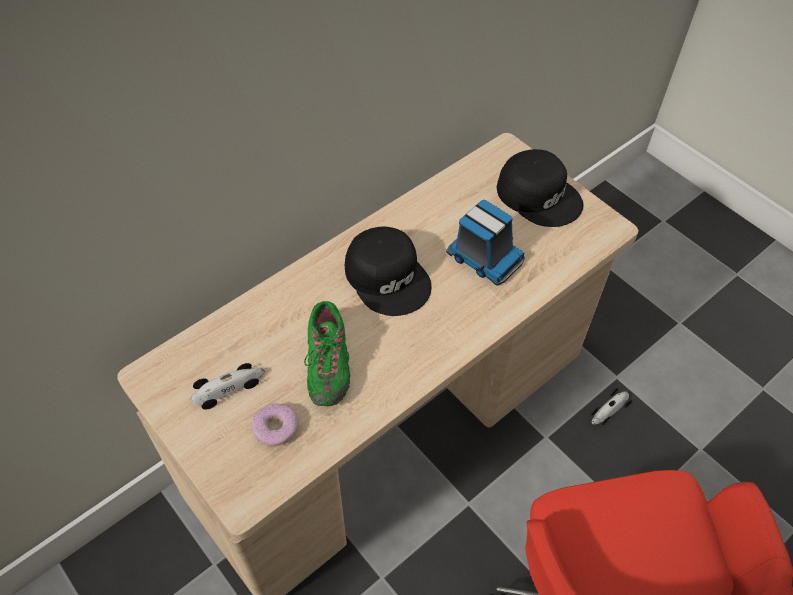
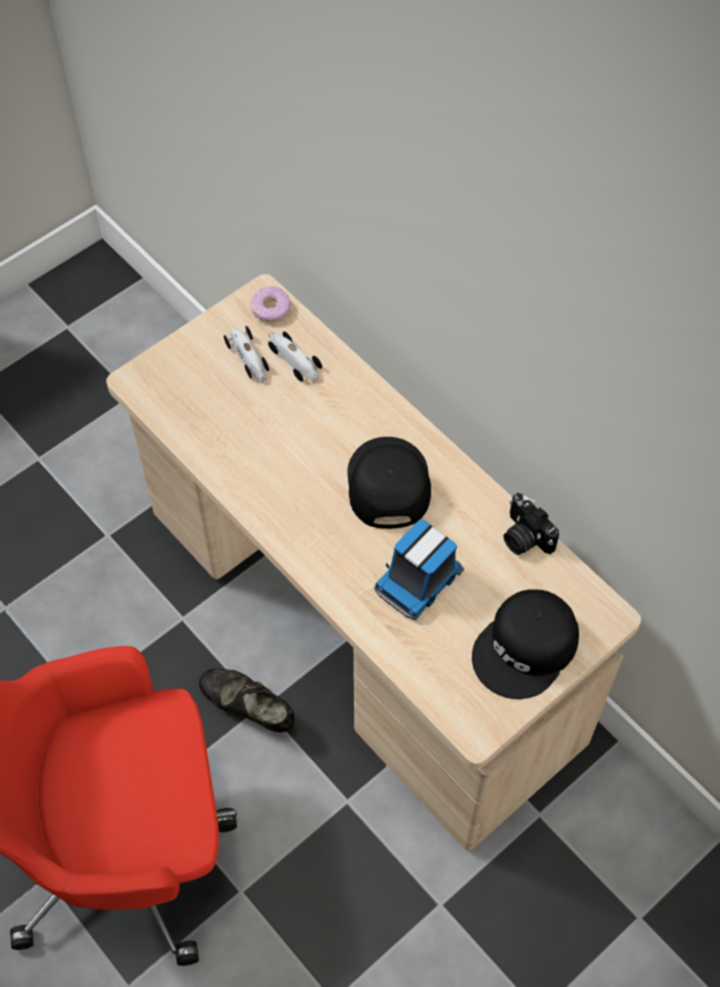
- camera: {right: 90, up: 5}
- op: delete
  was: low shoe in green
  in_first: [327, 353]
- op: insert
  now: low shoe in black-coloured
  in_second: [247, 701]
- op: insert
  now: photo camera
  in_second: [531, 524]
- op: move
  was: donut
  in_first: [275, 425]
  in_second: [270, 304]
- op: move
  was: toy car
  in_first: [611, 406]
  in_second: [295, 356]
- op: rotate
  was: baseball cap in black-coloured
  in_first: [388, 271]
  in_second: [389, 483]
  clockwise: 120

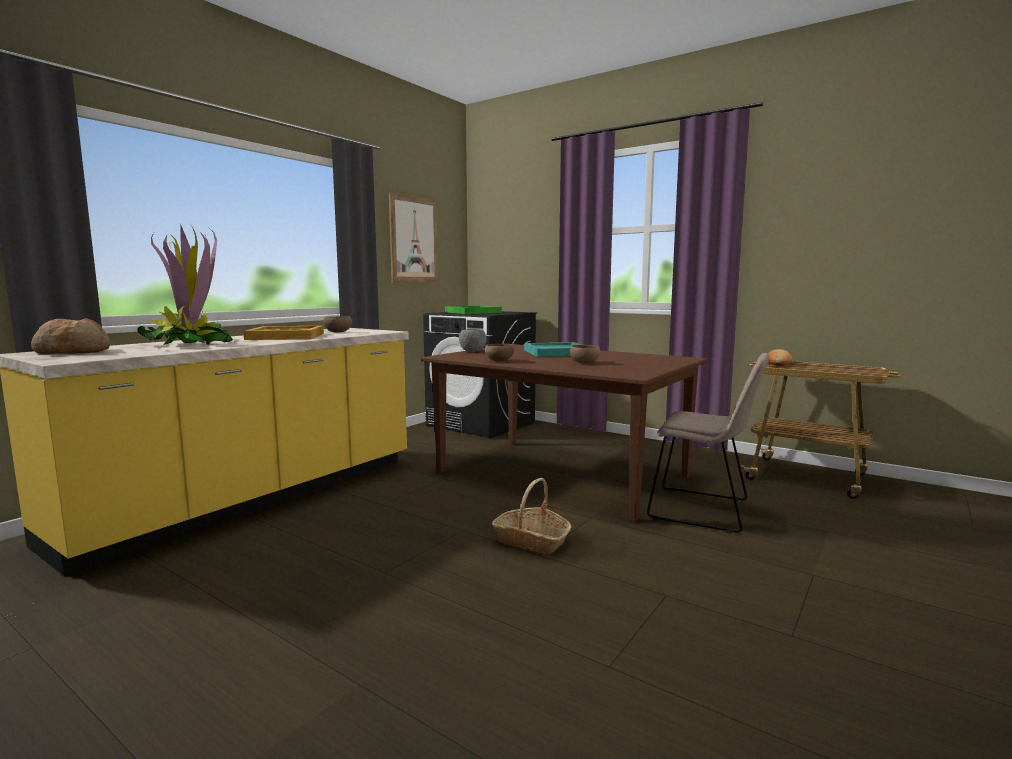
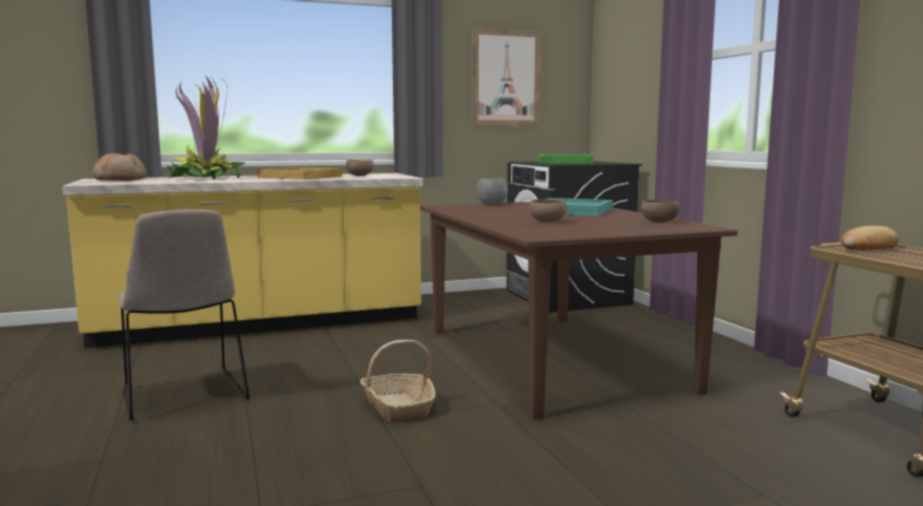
- camera: {right: 35, up: 0}
- op: move
  was: deep dish in brown
  in_first: [499, 352]
  in_second: [660, 211]
- op: move
  was: upright chair in beige-coloured
  in_first: [708, 443]
  in_second: [184, 315]

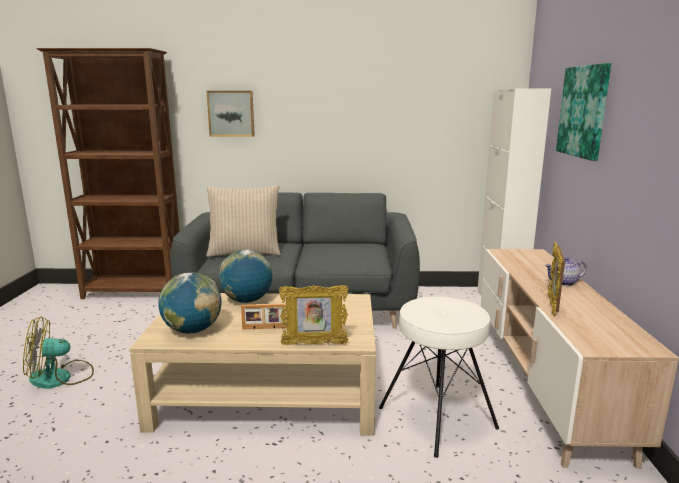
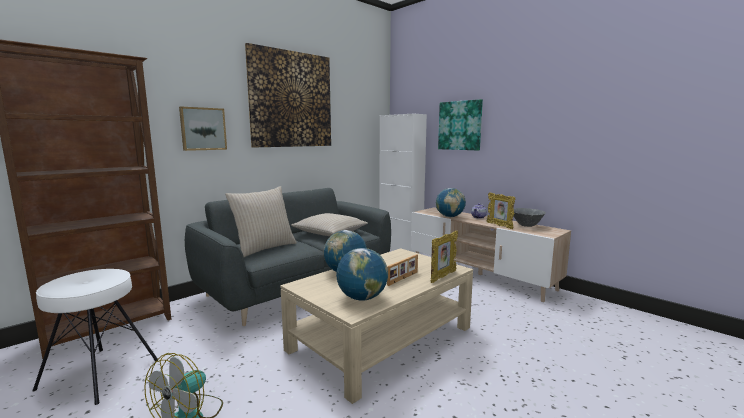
- camera: {right: -45, up: -5}
- op: insert
  now: picture
  in_second: [288, 95]
- op: insert
  now: pillow in beige-coloured
  in_second: [329, 224]
- op: insert
  now: globe
  in_second: [451, 202]
- op: insert
  now: deep dish in greyish
  in_second: [530, 217]
- op: move
  was: stool seat in whitish
  in_first: [439, 377]
  in_second: [95, 337]

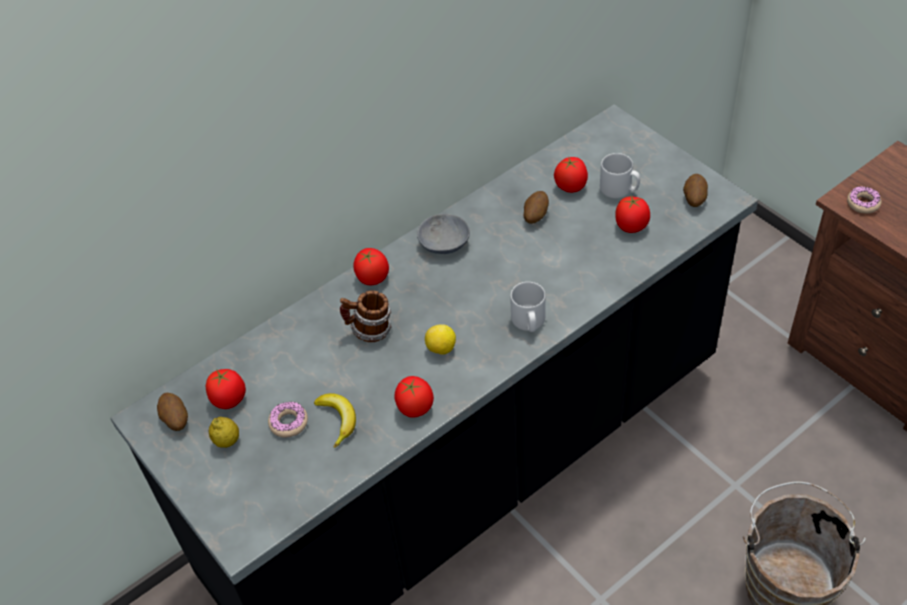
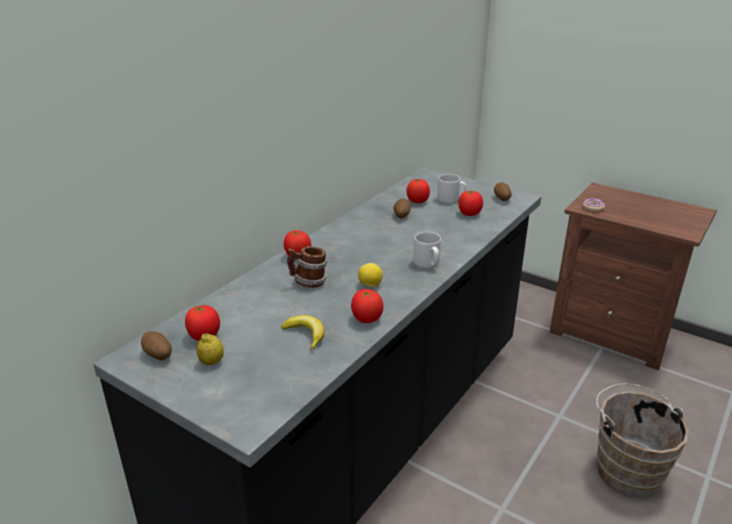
- camera: {right: -20, up: -20}
- op: delete
  was: donut
  in_first: [288, 420]
- op: delete
  was: deep dish in greyish
  in_first: [443, 234]

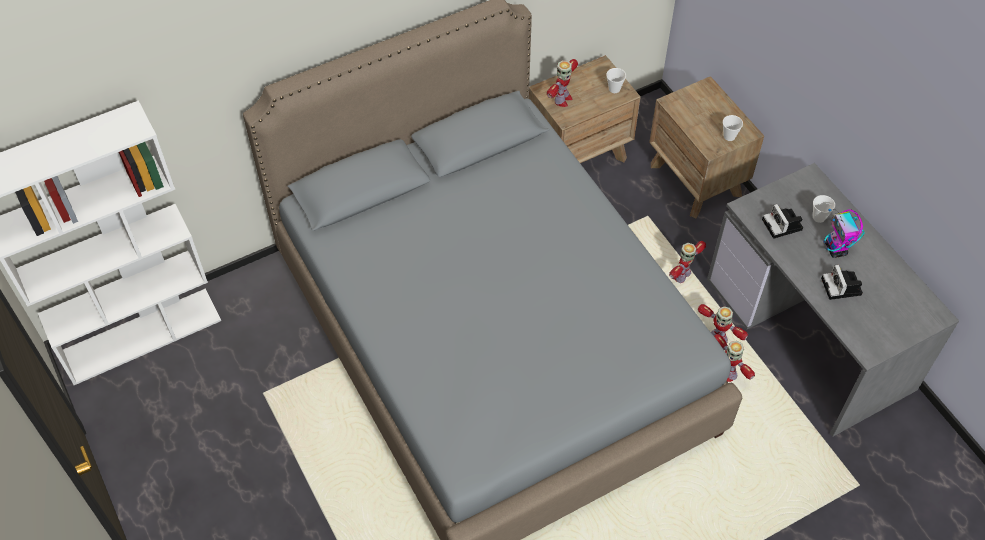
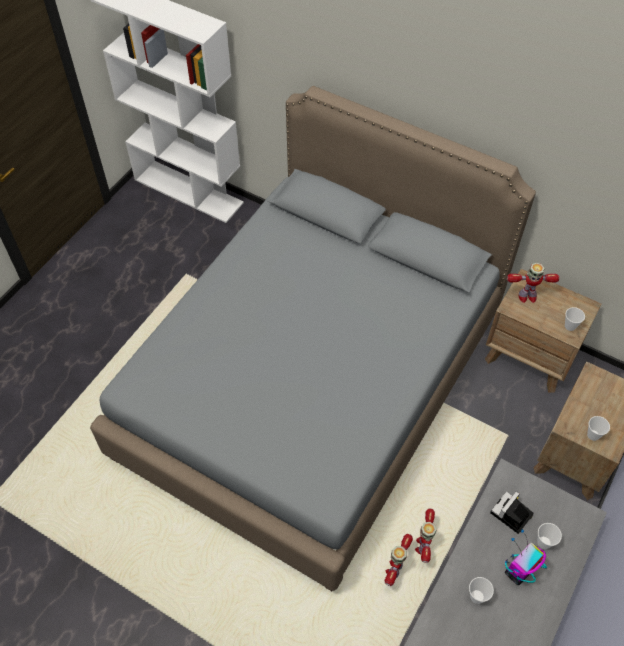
- camera: {right: 60, up: 0}
- op: delete
  was: model robot
  in_first: [687, 262]
- op: replace
  was: photo camera
  now: small cup
  in_first: [842, 282]
  in_second: [481, 590]

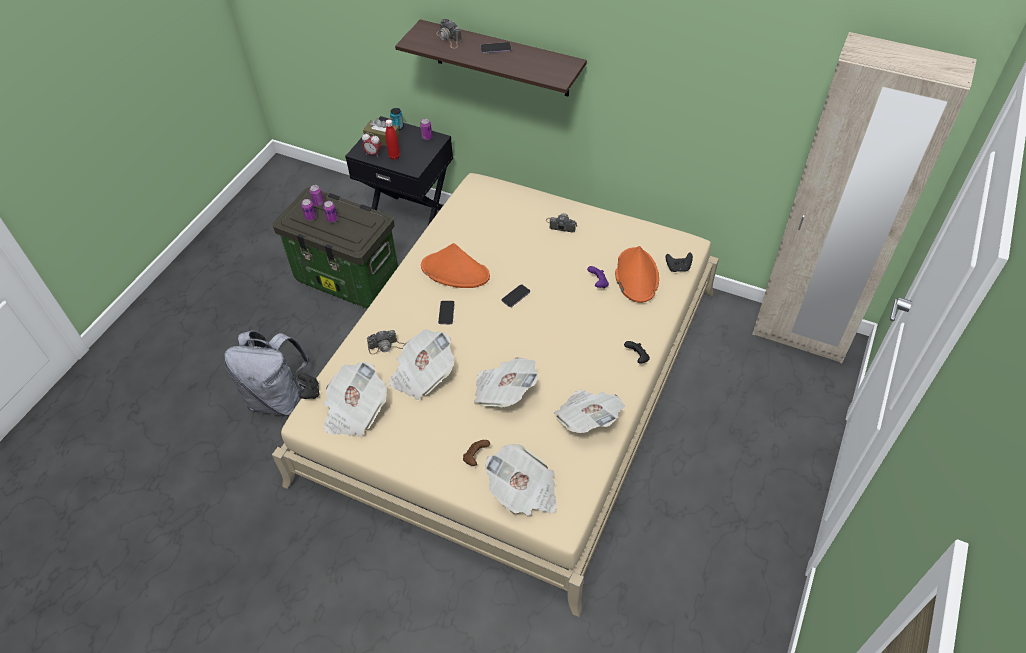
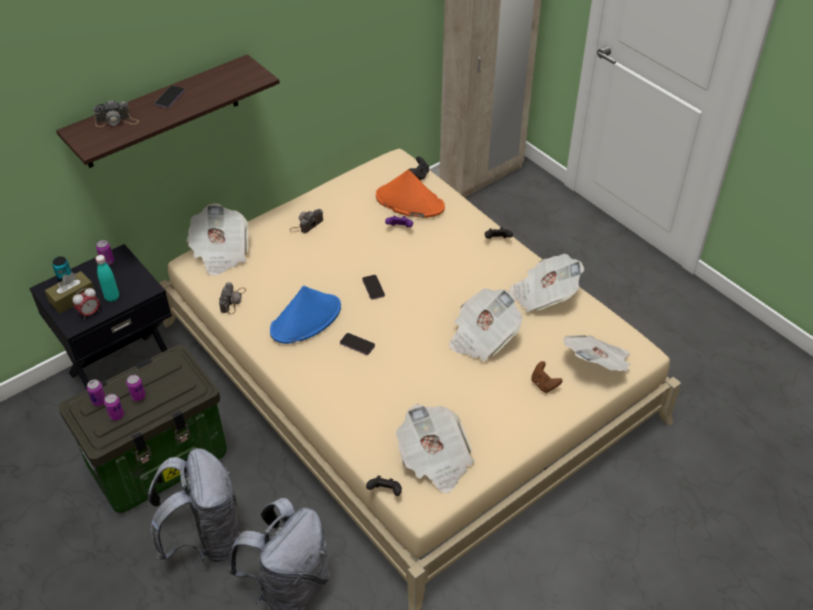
- camera: {right: -65, up: -5}
- op: insert
  now: rucksack in greyish
  in_second: [194, 505]
- op: move
  was: photo camera
  in_first: [385, 342]
  in_second: [232, 298]
- op: move
  was: newspaper
  in_first: [421, 364]
  in_second: [218, 239]
- op: recolor
  was: beverage bottle in red
  now: beverage bottle in turquoise
  in_first: [392, 139]
  in_second: [107, 278]
- op: recolor
  was: hat in orangey
  now: hat in bluish
  in_first: [455, 265]
  in_second: [305, 315]

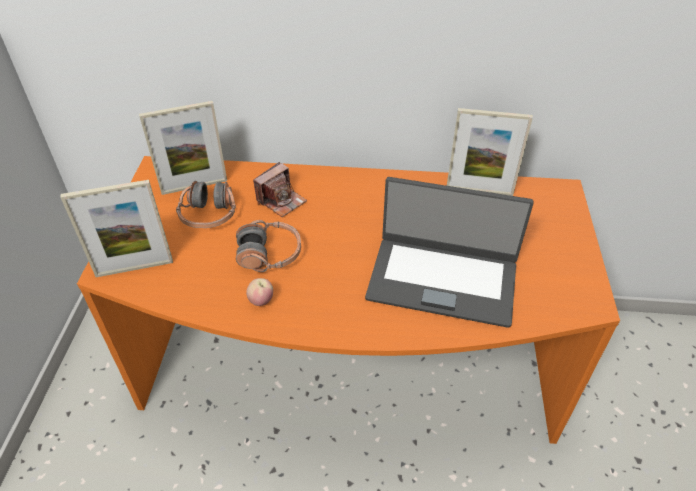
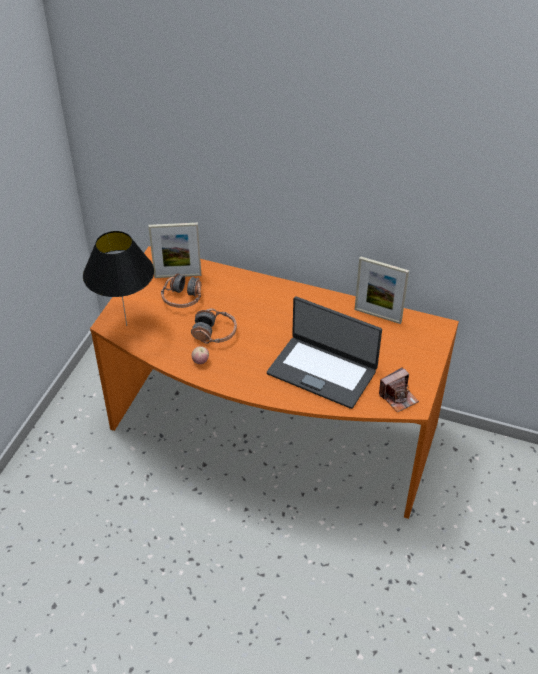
- camera: {right: 15, up: 0}
- op: move
  was: photo camera
  in_first: [280, 189]
  in_second: [399, 389]
- op: replace
  was: picture frame
  now: table lamp in black-coloured
  in_first: [116, 228]
  in_second: [118, 278]

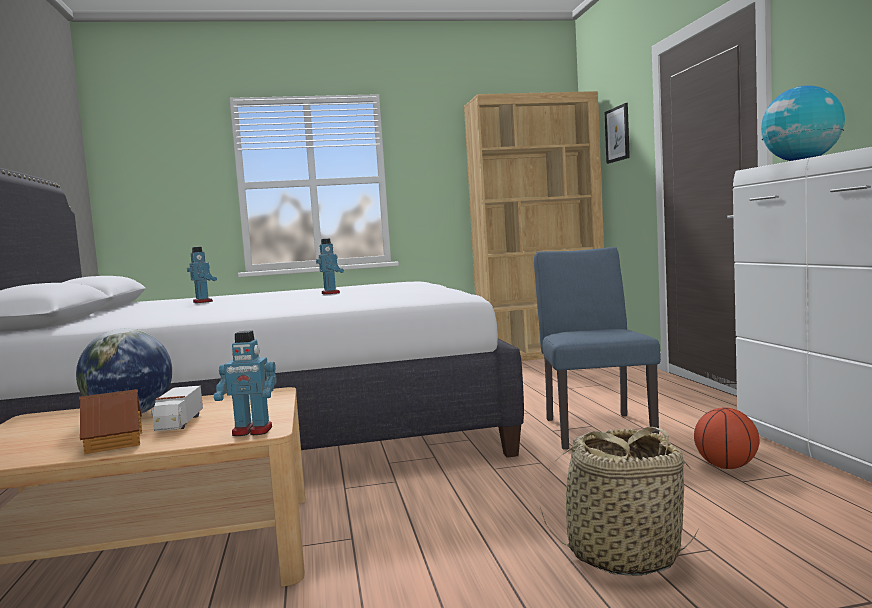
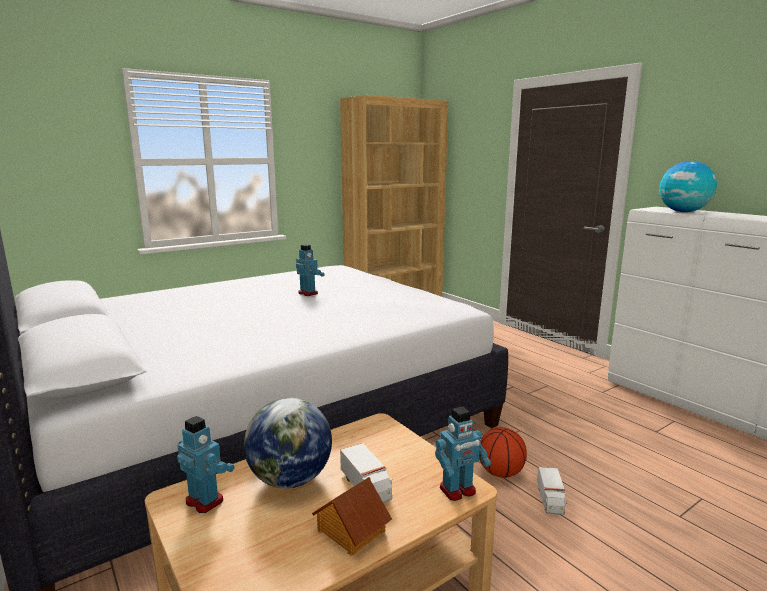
- camera: {right: -25, up: 10}
- op: delete
  was: upright chair in bluish
  in_first: [597, 348]
- op: delete
  was: household basket
  in_first: [619, 501]
- op: delete
  was: picture
  in_first: [617, 133]
- op: insert
  now: model truck
  in_second: [552, 491]
- op: move
  was: model robot
  in_first: [202, 275]
  in_second: [206, 464]
- op: move
  was: basketball ball
  in_first: [727, 438]
  in_second: [503, 452]

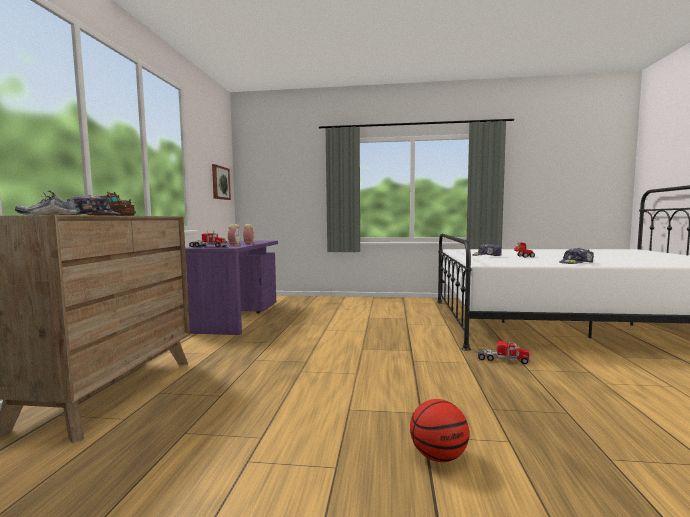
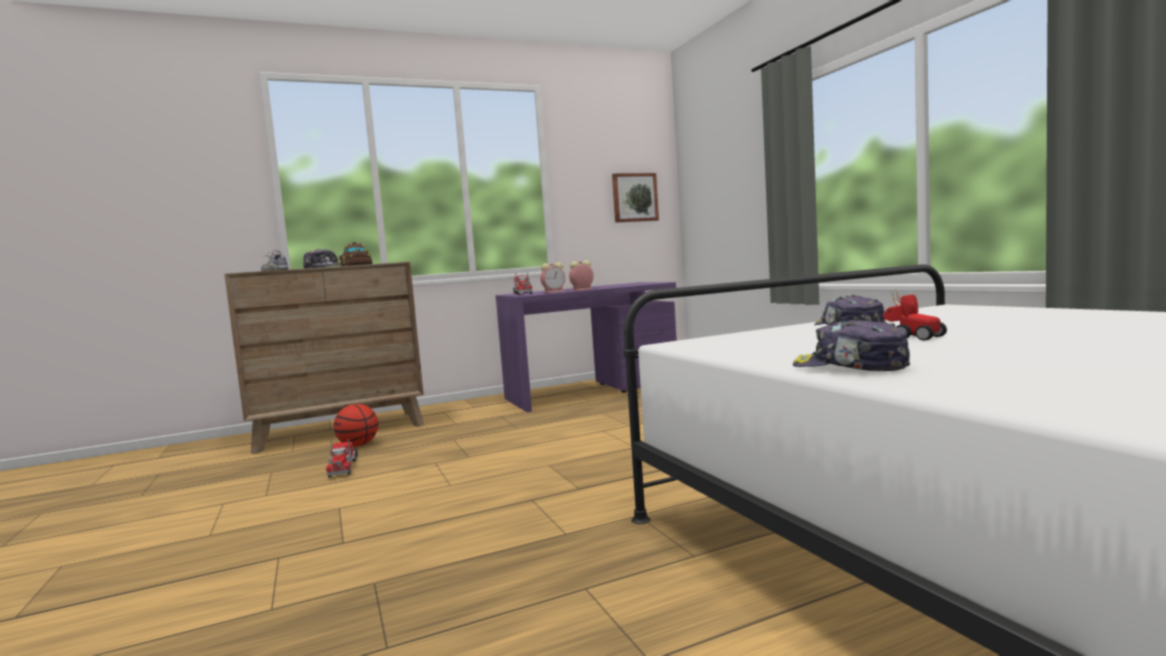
- camera: {right: 60, up: 0}
- op: move
  was: basketball ball
  in_first: [439, 430]
  in_second: [356, 425]
- op: move
  was: model truck
  in_first: [503, 351]
  in_second: [342, 458]

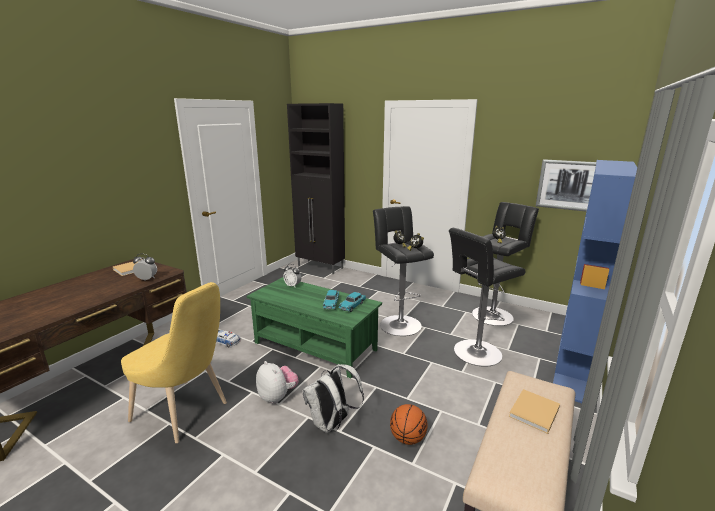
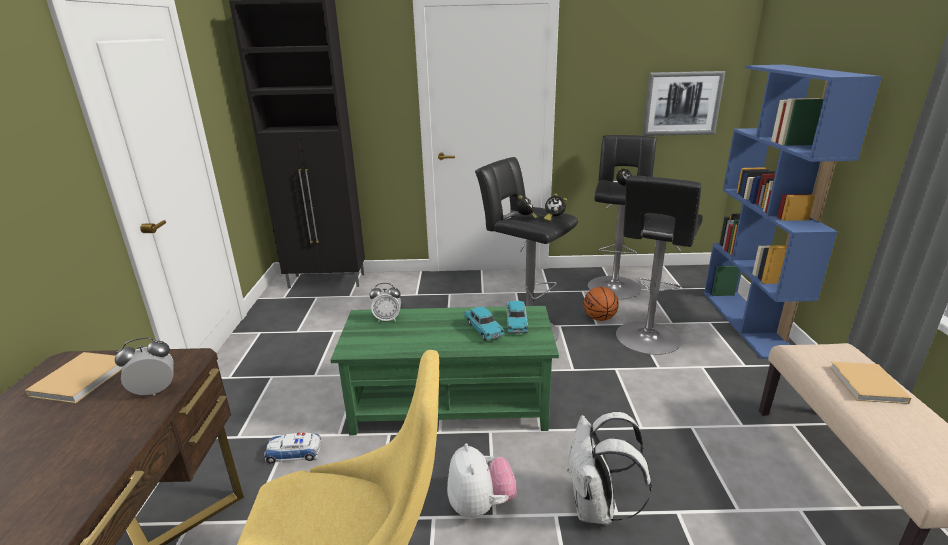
- camera: {right: -30, up: 5}
- op: move
  was: basketball ball
  in_first: [409, 424]
  in_second: [601, 304]
- op: rotate
  was: plush toy
  in_first: [277, 382]
  in_second: [482, 480]
  clockwise: 60

